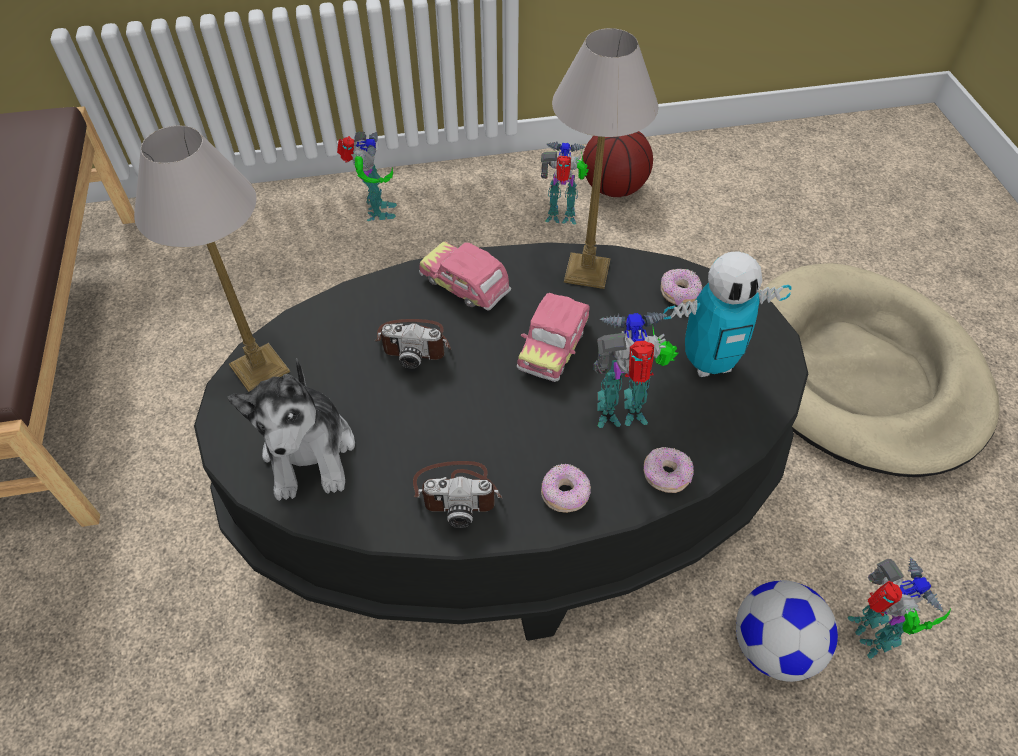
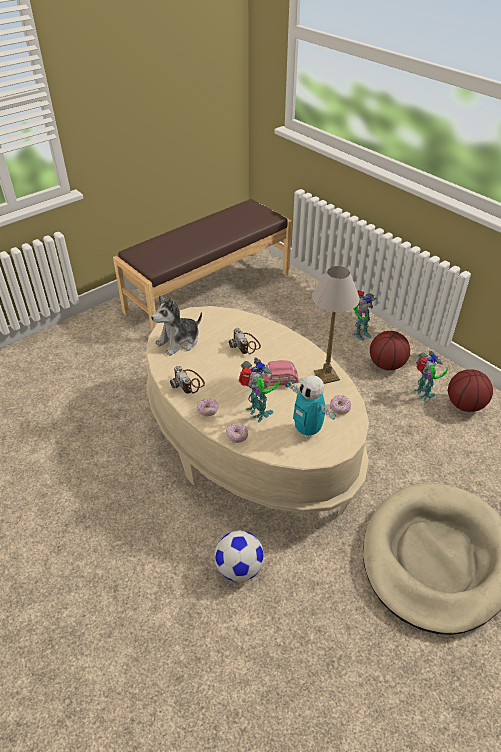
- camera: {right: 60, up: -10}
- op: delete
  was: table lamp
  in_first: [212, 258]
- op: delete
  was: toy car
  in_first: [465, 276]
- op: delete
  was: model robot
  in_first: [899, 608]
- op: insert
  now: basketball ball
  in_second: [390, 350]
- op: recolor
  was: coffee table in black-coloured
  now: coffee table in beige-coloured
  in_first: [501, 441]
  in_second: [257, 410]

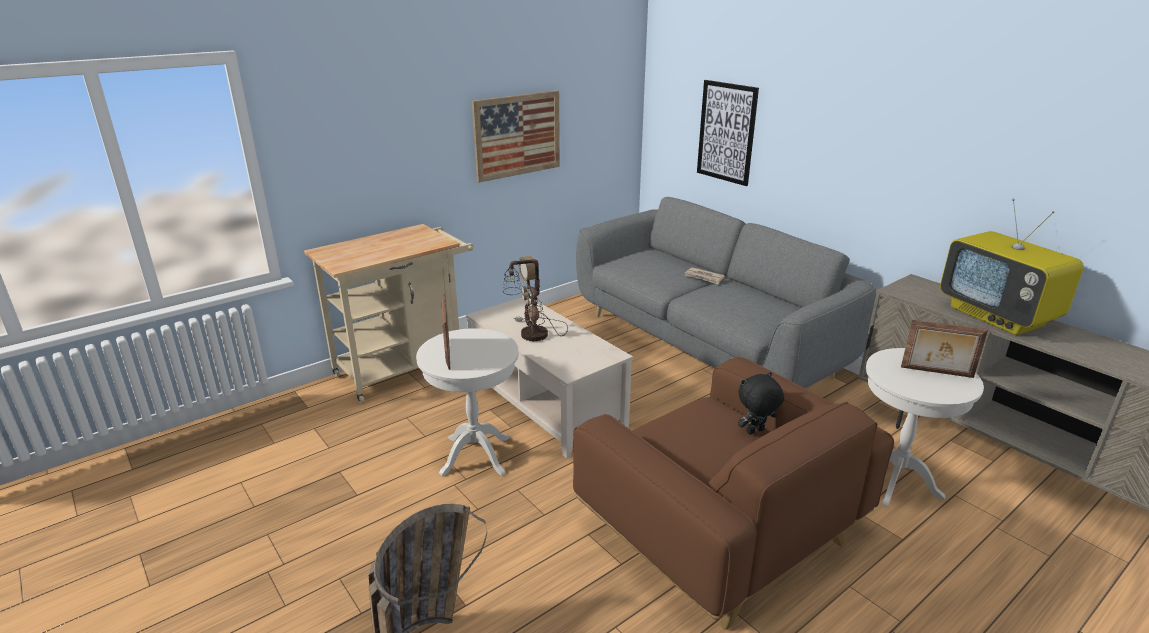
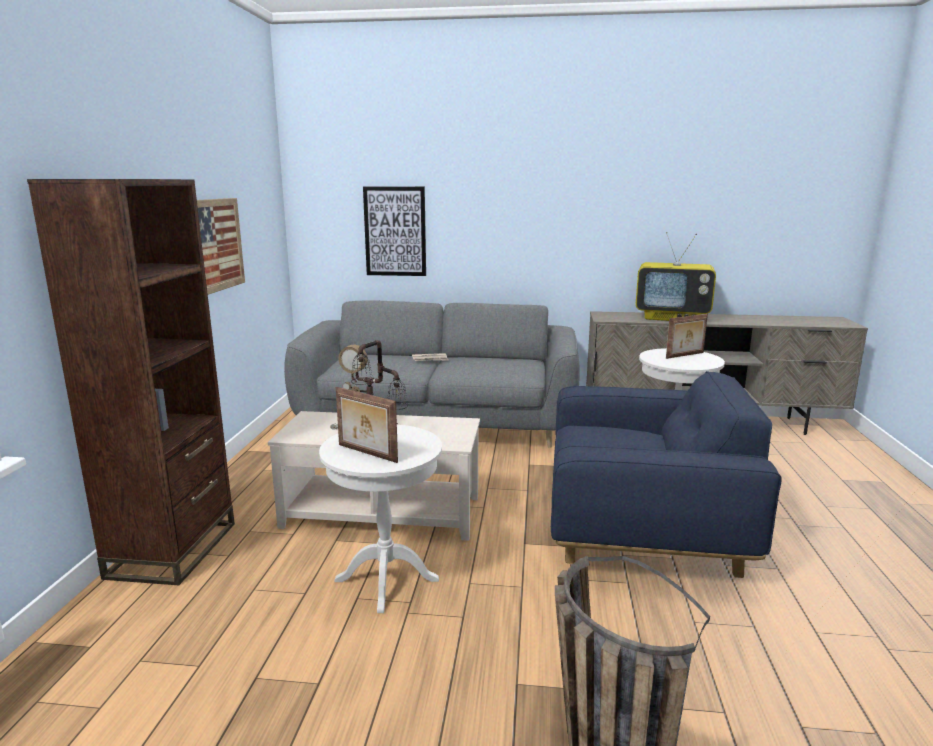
- camera: {right: -45, up: -10}
- op: delete
  was: plush toy in black-coloured
  in_first: [761, 403]
- op: replace
  was: wheeled cart in beige-coloured
  now: bookcase in brown
  in_first: [389, 314]
  in_second: [131, 382]
- op: recolor
  was: easy chair in brown
  now: easy chair in bluish
  in_first: [733, 493]
  in_second: [666, 474]

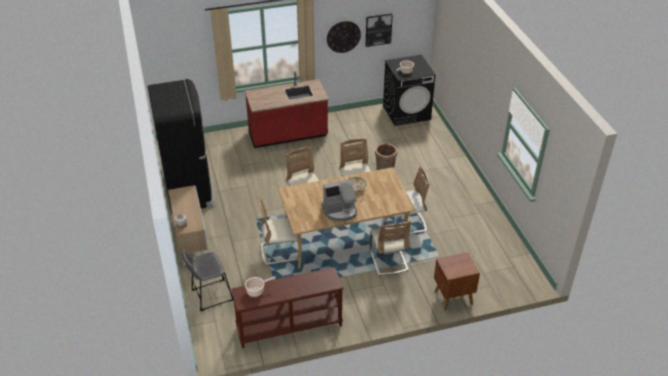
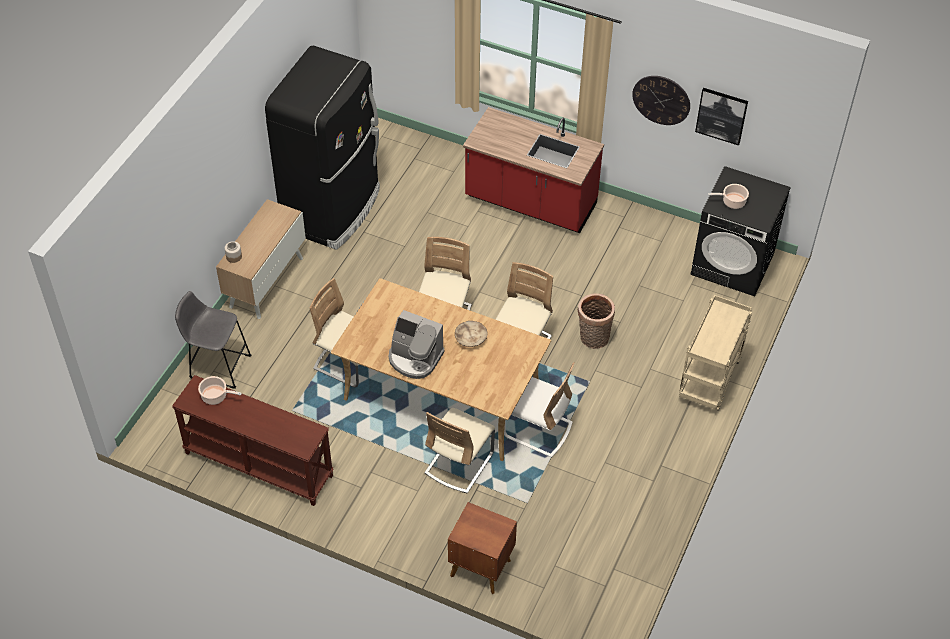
- camera: {right: 40, up: 10}
- op: insert
  now: wheeled cart in beige-coloured
  in_second: [715, 352]

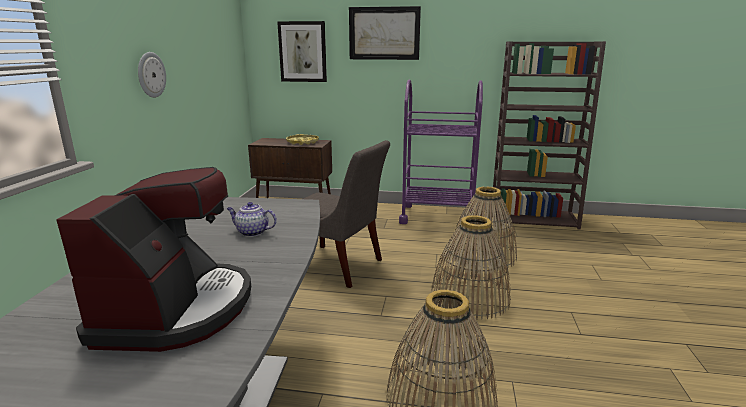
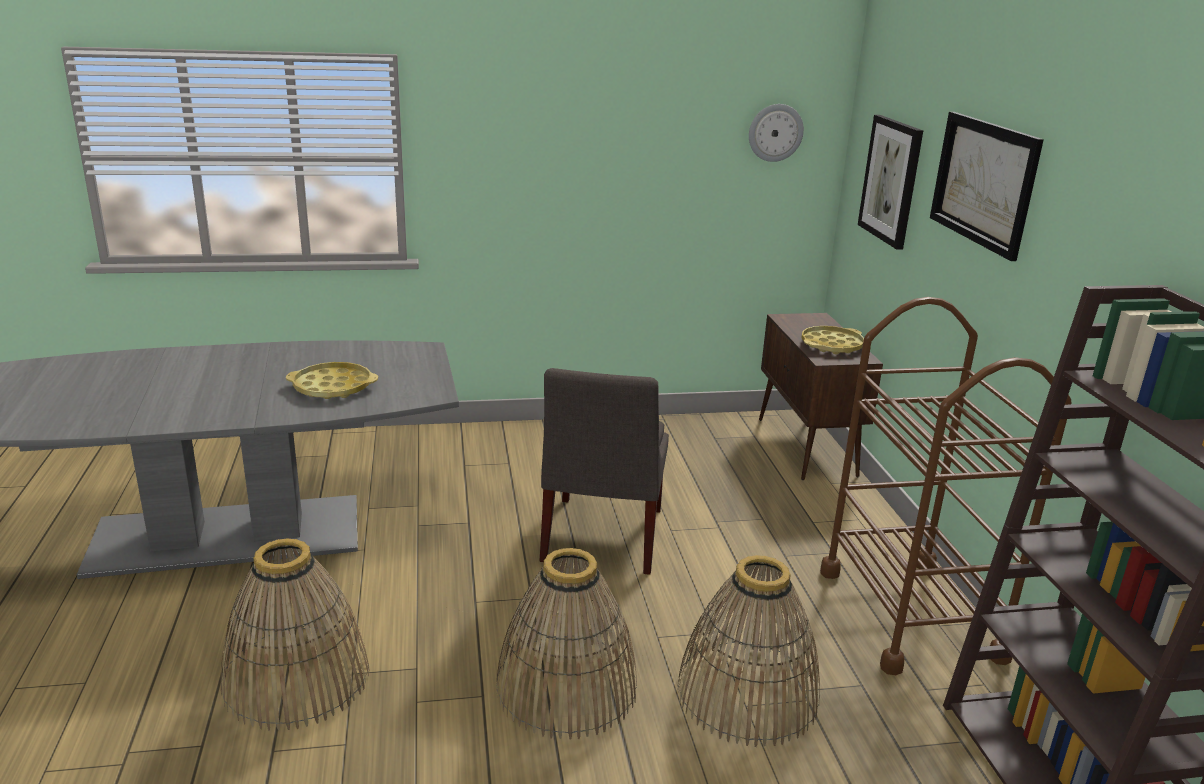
- camera: {right: 70, up: 5}
- op: delete
  was: coffee maker
  in_first: [153, 259]
- op: move
  was: wall clock
  in_first: [152, 75]
  in_second: [776, 133]
- op: replace
  was: pot for tea
  now: tray in yellowish
  in_first: [251, 219]
  in_second: [332, 380]
- op: recolor
  was: wheeled cart in purplish
  now: wheeled cart in brown
  in_first: [441, 152]
  in_second: [946, 486]

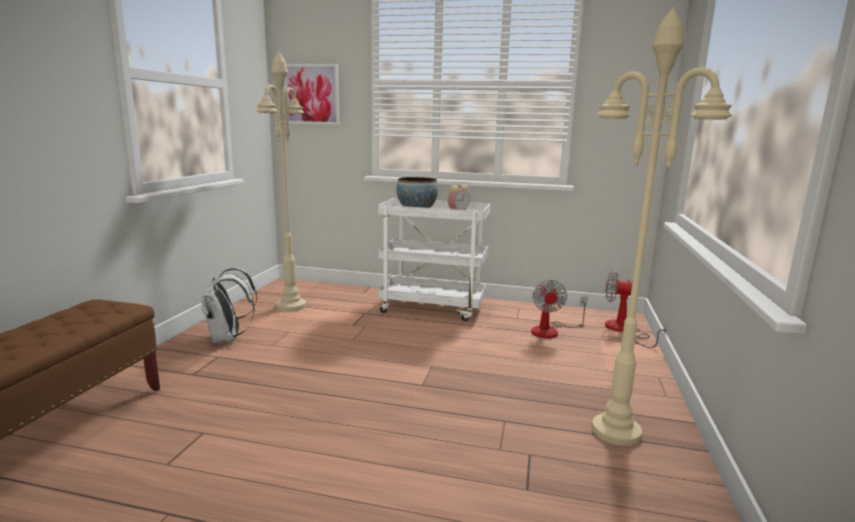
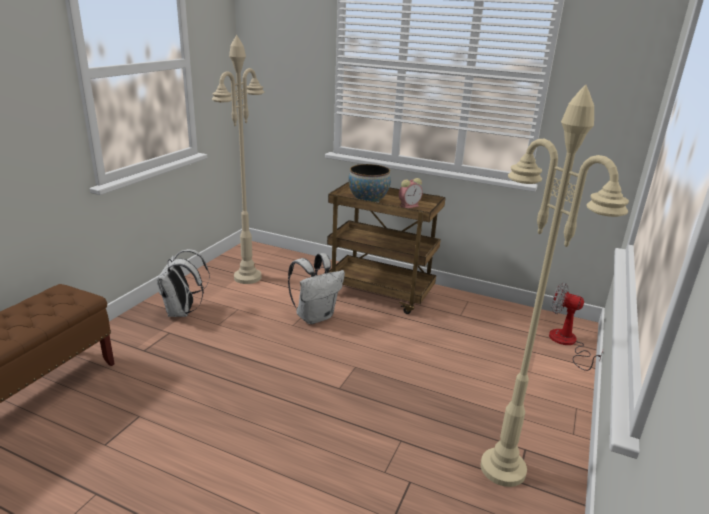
- camera: {right: 10, up: 10}
- op: delete
  was: picture
  in_first: [311, 94]
- op: delete
  was: fan
  in_first: [559, 309]
- op: insert
  now: rucksack in whitish
  in_second: [316, 288]
- op: recolor
  was: wheeled cart in whitish
  now: wheeled cart in brown
  in_first: [434, 260]
  in_second: [386, 248]

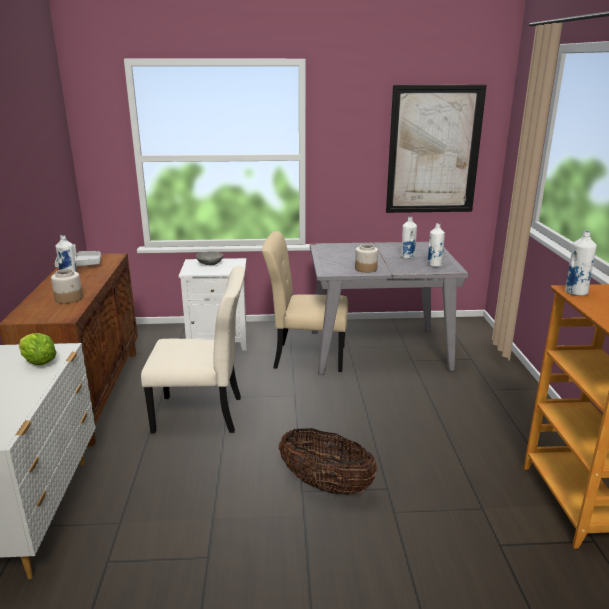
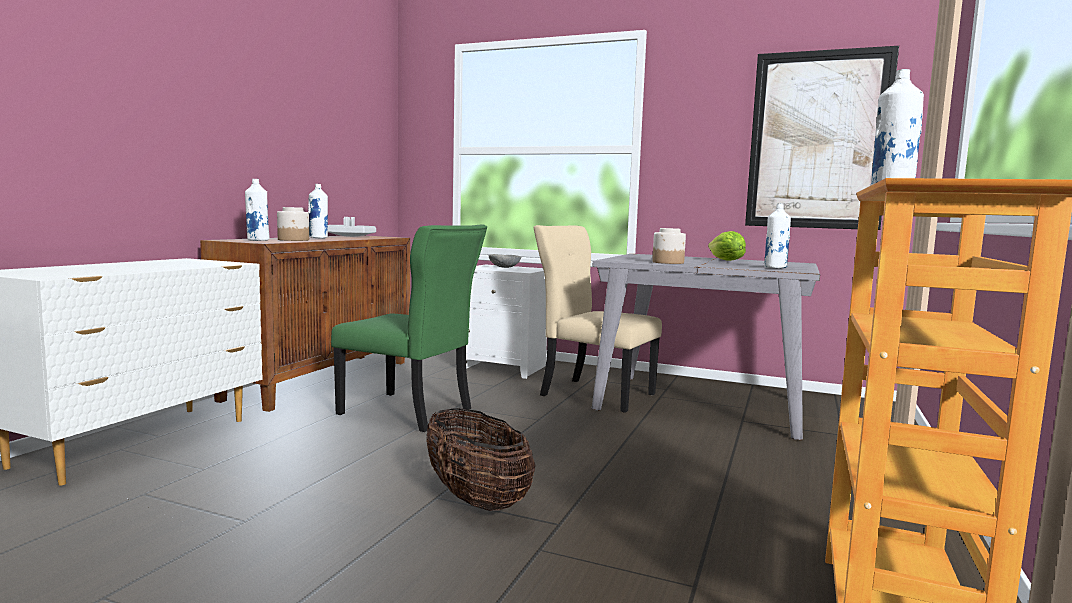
- camera: {right: 25, up: -15}
- op: move
  was: lettuce
  in_first: [38, 349]
  in_second: [727, 246]
- op: move
  was: beverage bottle in whitish
  in_first: [409, 238]
  in_second: [257, 210]
- op: recolor
  was: upright chair in beige-coloured
  now: upright chair in green
  in_first: [192, 349]
  in_second: [409, 328]

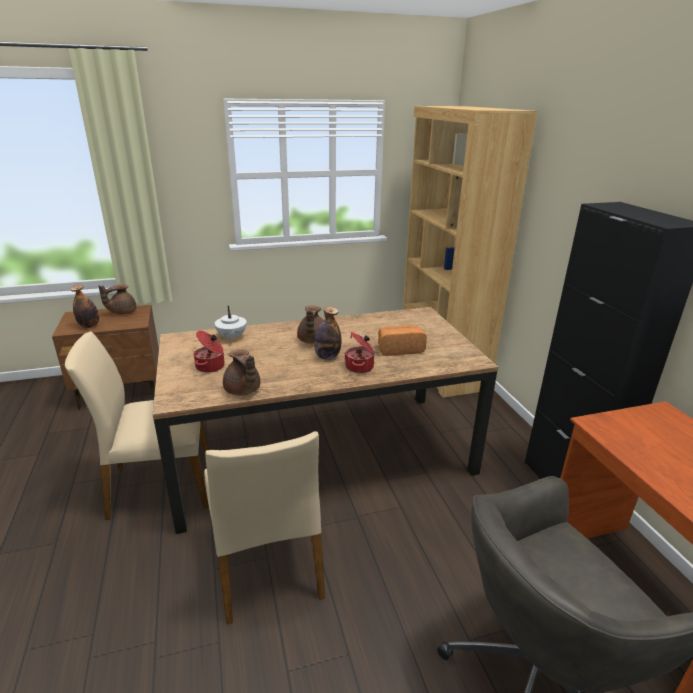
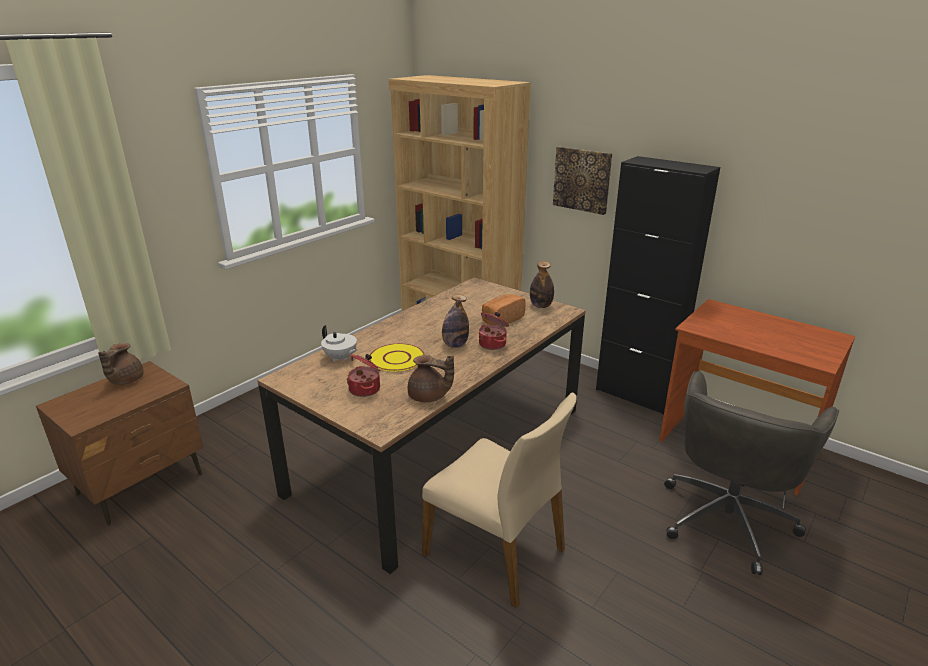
- camera: {right: -35, up: 0}
- op: delete
  was: upright chair in beige-coloured
  in_first: [137, 426]
- op: delete
  was: pot for tea in brown
  in_first: [310, 325]
- op: insert
  now: dinner plate in yellowish
  in_second: [397, 357]
- op: insert
  now: picture
  in_second: [582, 181]
- op: move
  was: beverage bottle
  in_first: [84, 306]
  in_second: [542, 284]

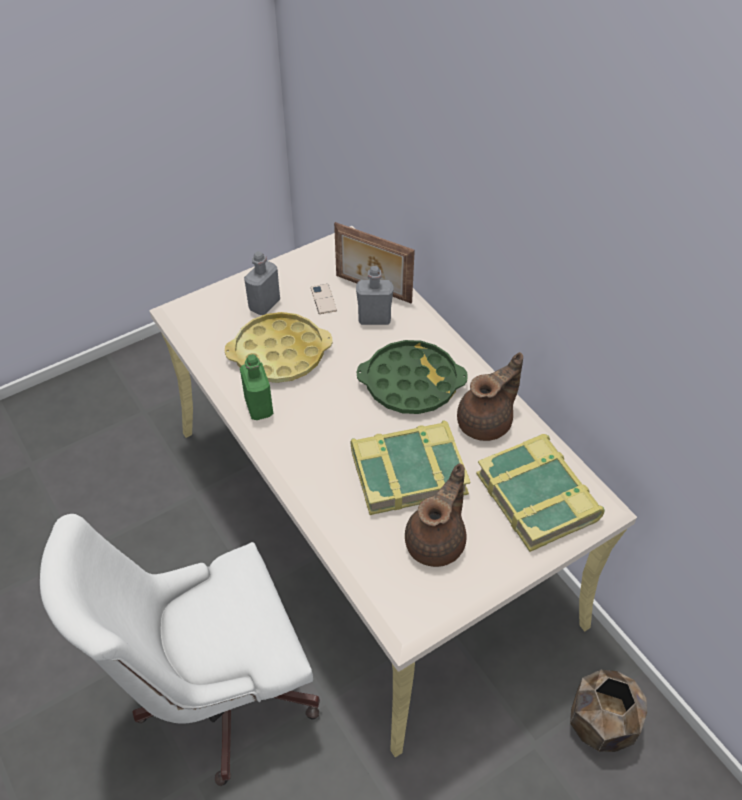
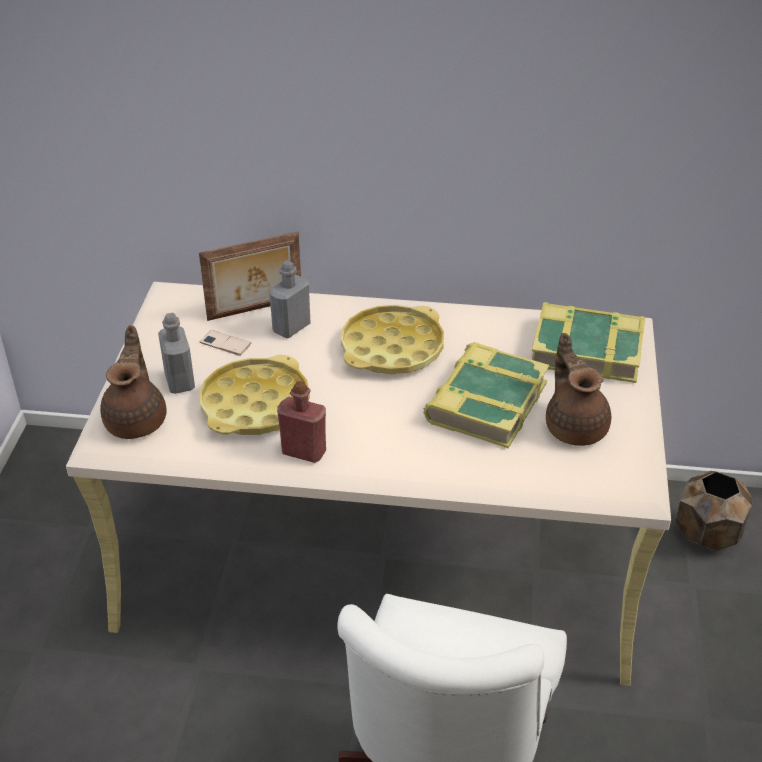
- camera: {right: -50, up: -10}
- op: move
  was: pot for tea in brown
  in_first: [490, 396]
  in_second: [133, 382]
- op: recolor
  was: beverage bottle in green
  now: beverage bottle in red
  in_first: [256, 387]
  in_second: [301, 422]
- op: recolor
  was: tray in green
  now: tray in yellowish
  in_first: [412, 377]
  in_second: [392, 339]

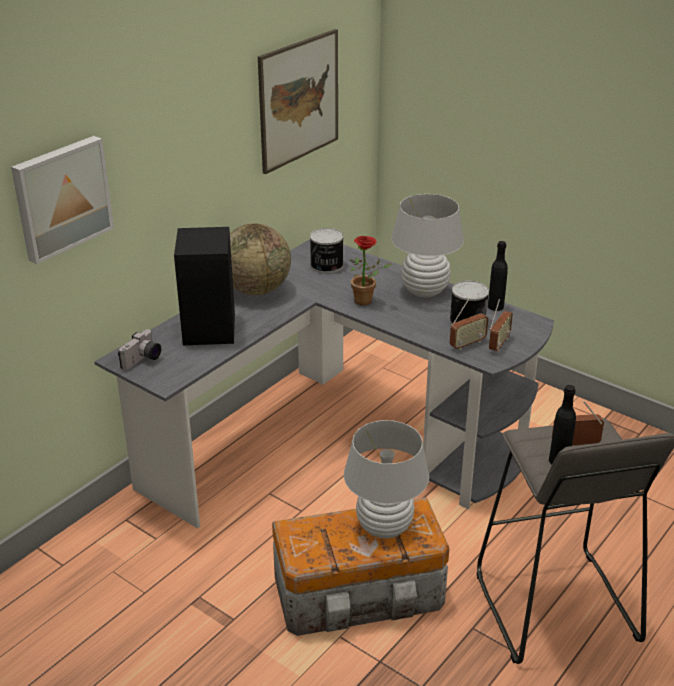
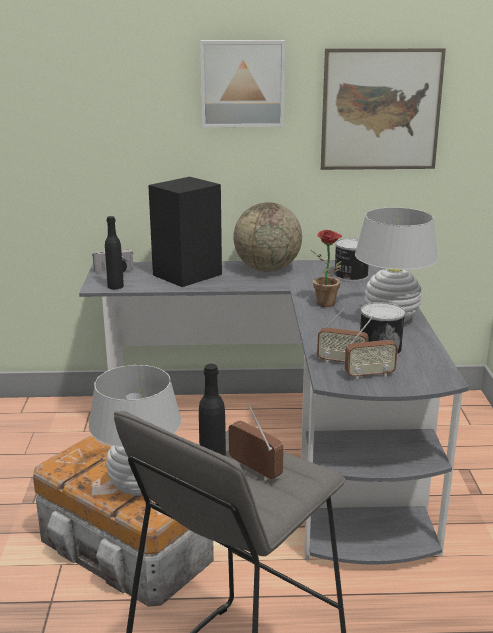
- camera: {right: 50, up: -10}
- op: move
  was: picture
  in_first: [62, 200]
  in_second: [242, 83]
- op: move
  was: beverage bottle in black-coloured
  in_first: [498, 276]
  in_second: [114, 252]

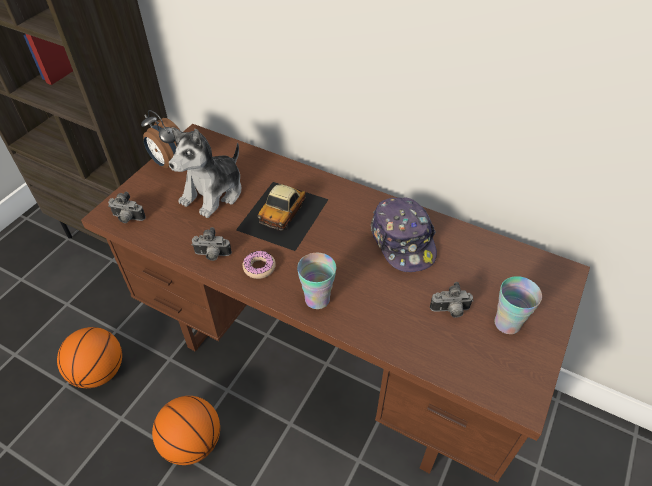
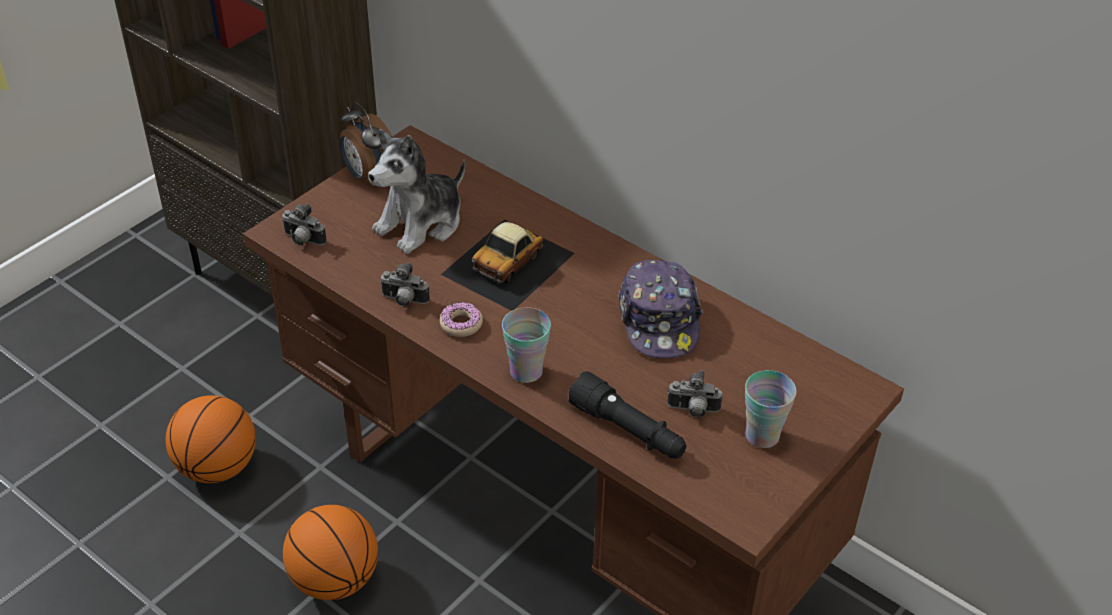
- camera: {right: 10, up: -5}
- op: insert
  now: hand torch in black-coloured
  in_second: [627, 414]

